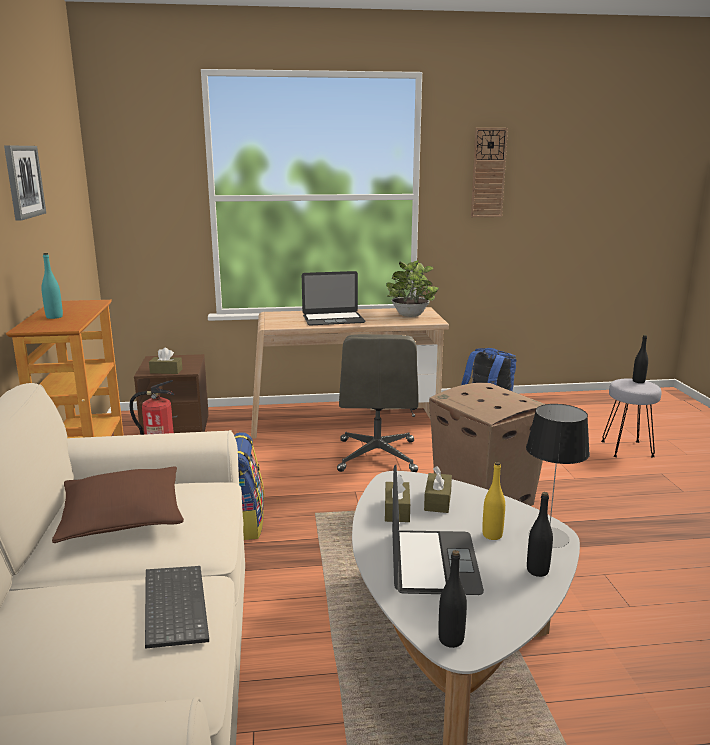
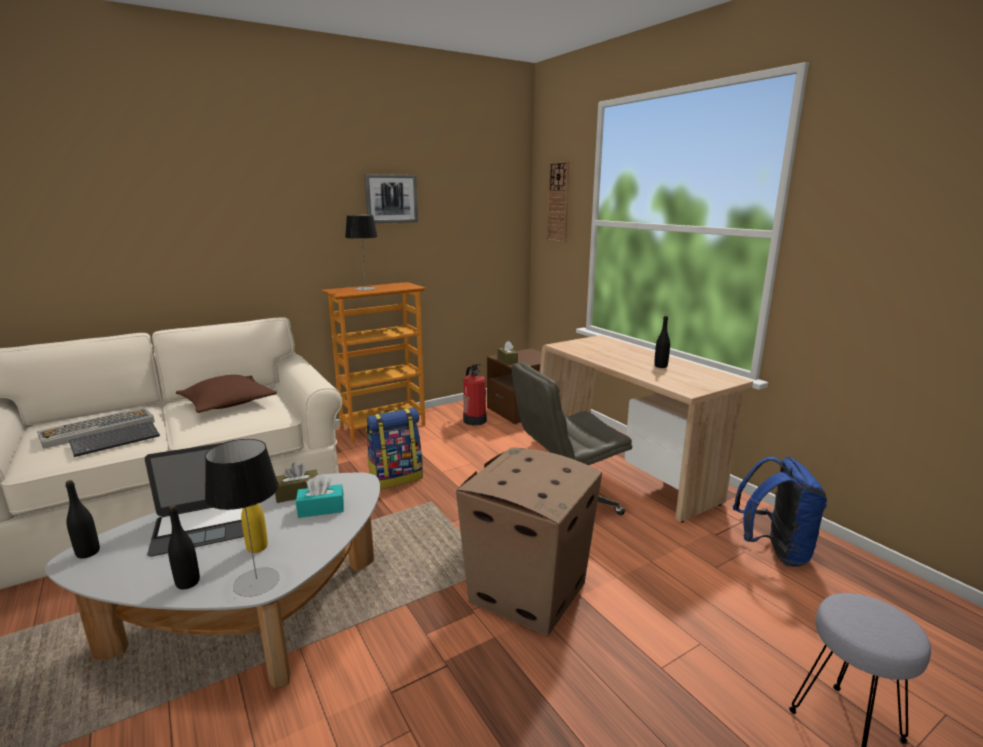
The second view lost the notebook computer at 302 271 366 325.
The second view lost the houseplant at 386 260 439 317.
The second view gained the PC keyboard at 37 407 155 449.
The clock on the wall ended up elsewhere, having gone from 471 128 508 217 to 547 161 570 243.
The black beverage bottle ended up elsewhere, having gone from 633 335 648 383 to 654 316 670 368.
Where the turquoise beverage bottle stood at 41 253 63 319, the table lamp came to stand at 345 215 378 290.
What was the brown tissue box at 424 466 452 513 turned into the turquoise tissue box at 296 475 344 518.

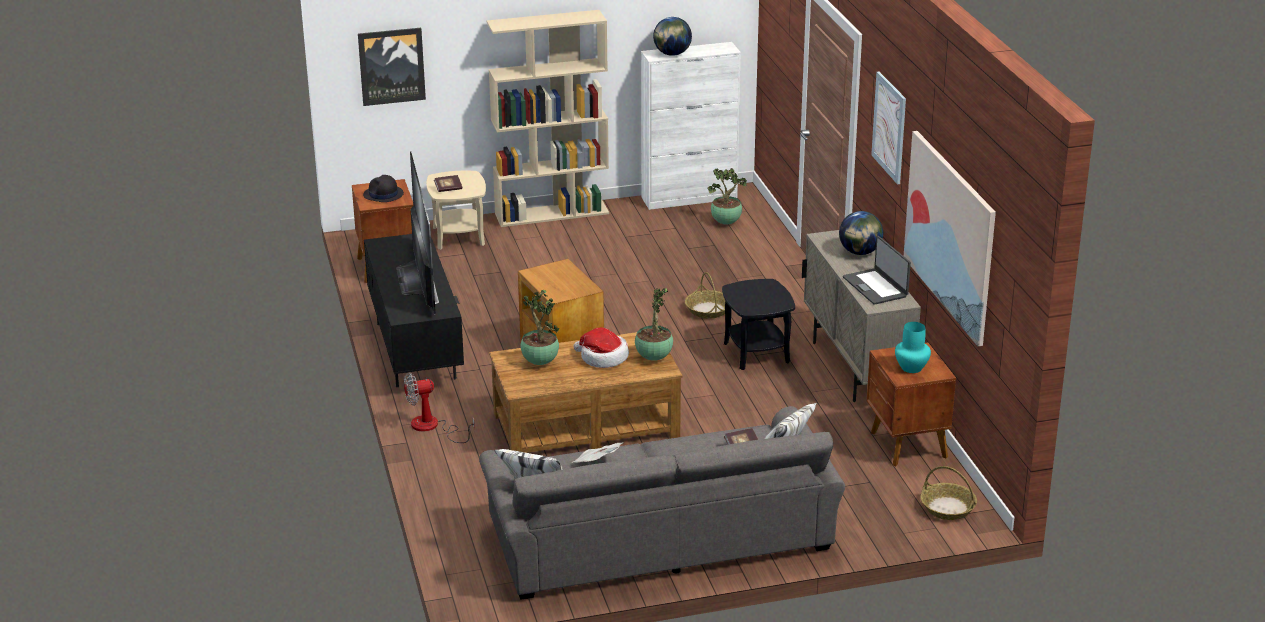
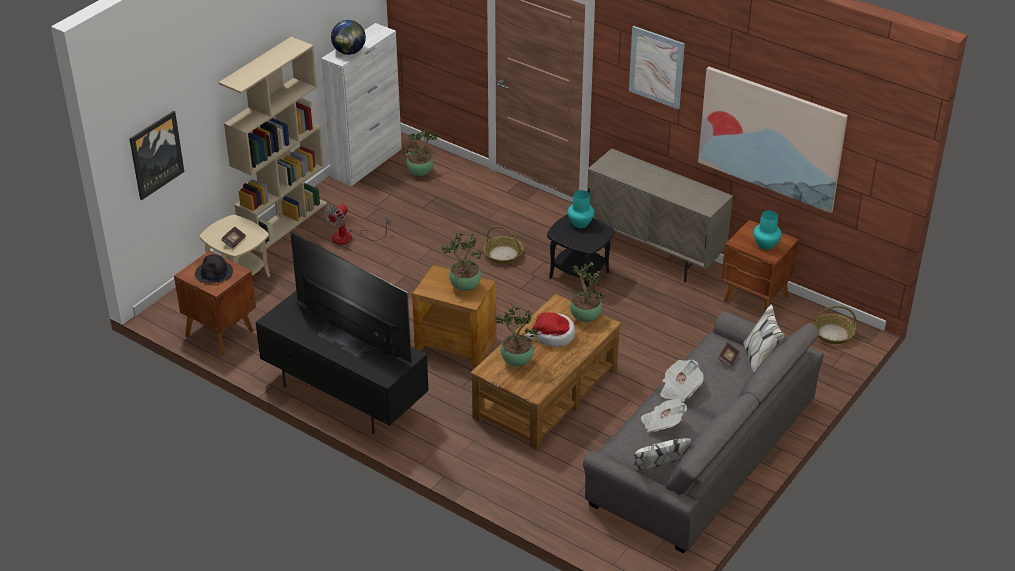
The second view lost the globe at 839 211 883 255.
The second view lost the notebook computer at 843 236 911 305.
The second view gained the houseplant at 442 232 482 291.
The second view gained the turquoise decorative vase at 568 190 594 228.
The second view gained the daily paper at 660 360 704 402.
The cooling fan ended up elsewhere, having gone from 404 373 475 443 to 324 204 391 244.

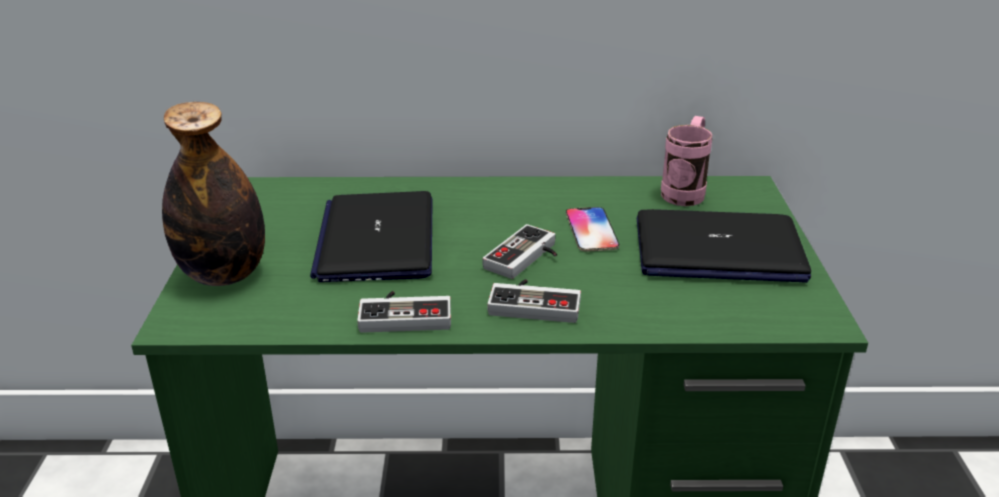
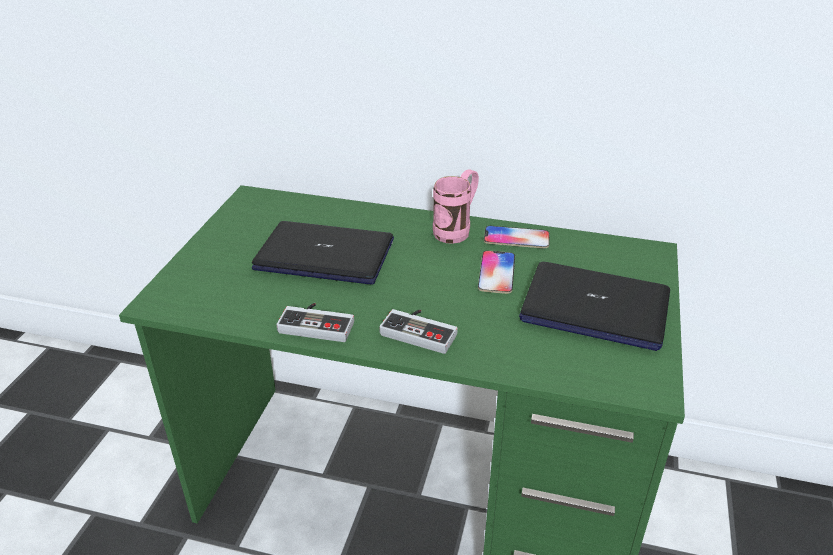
The second view lost the beverage bottle at 162 102 265 286.
The second view lost the joypad at 482 224 557 279.
The second view gained the handset at 484 226 550 248.
The pink tea mug ended up elsewhere, having gone from 661 116 712 206 to 433 169 479 244.
The notebook computer at 310 191 432 282 ended up facing another way, 90 degrees clockwise from before.

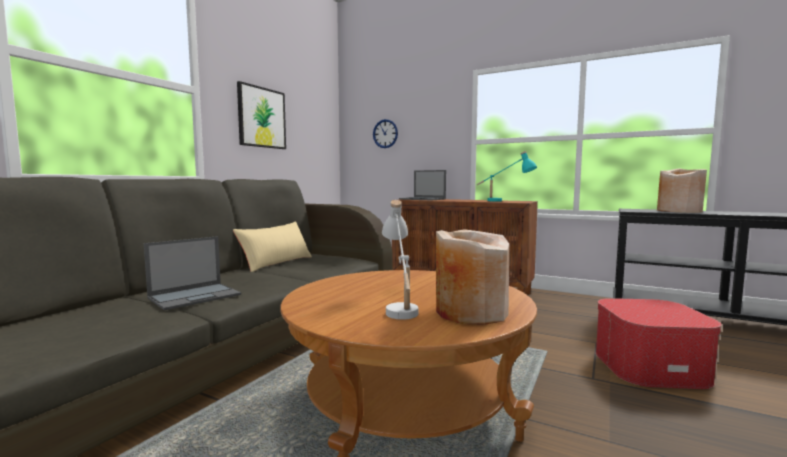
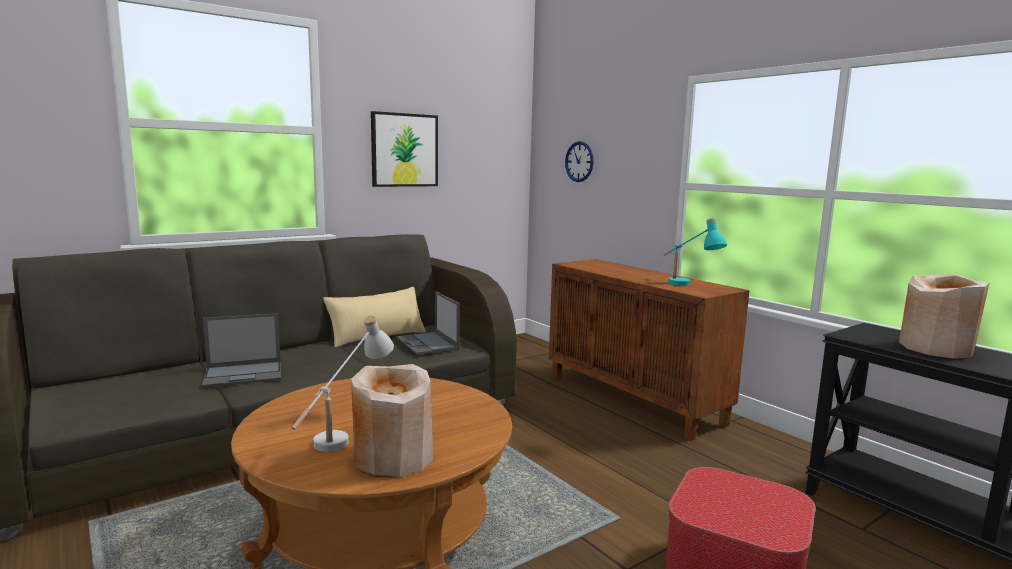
The notebook computer ended up elsewhere, having gone from 399 170 446 200 to 397 291 459 355.

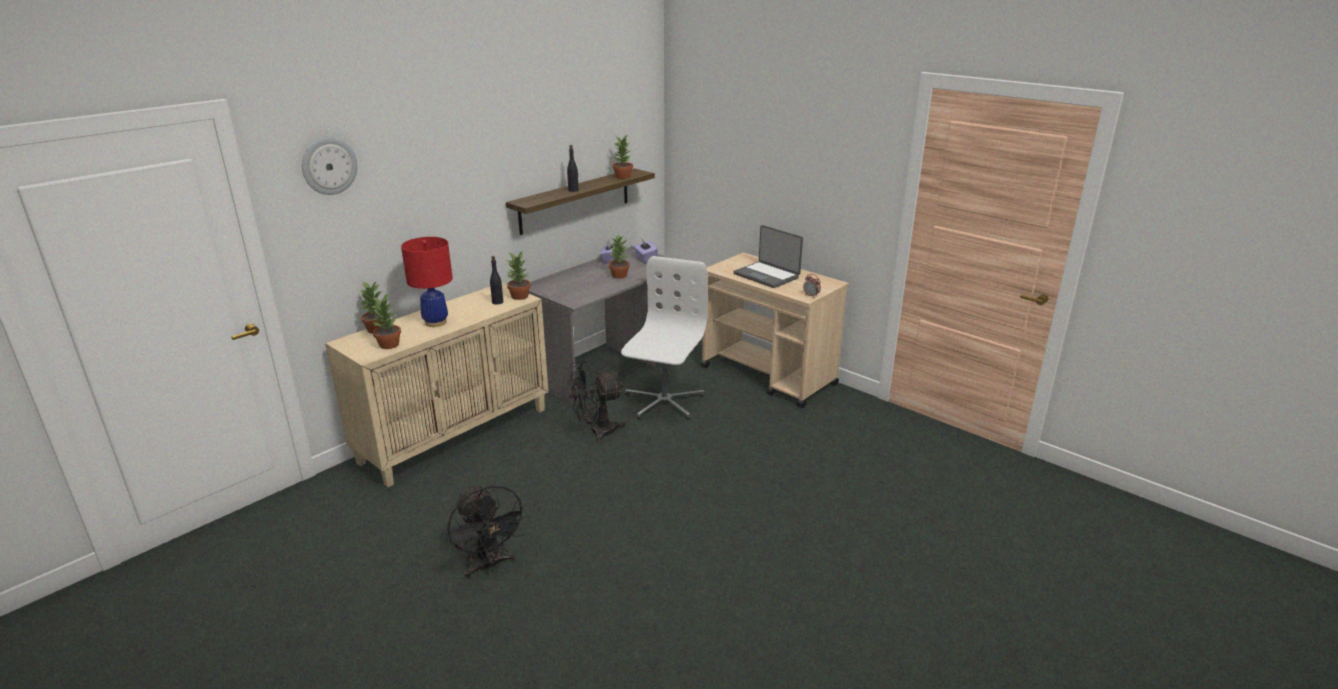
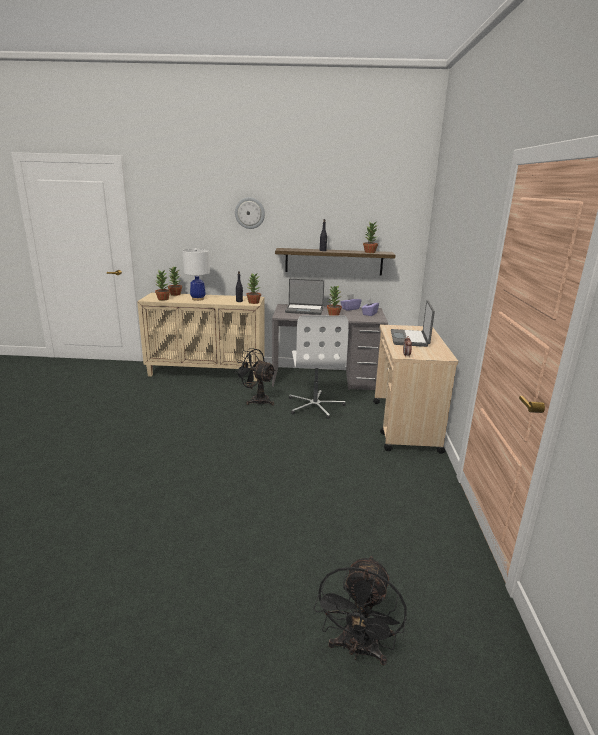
The second view gained the notebook computer at 285 279 324 315.
The clock on the wall ended up elsewhere, having gone from 302 137 358 195 to 235 197 265 229.
The black cooling fan ended up elsewhere, having gone from 447 484 528 579 to 313 555 407 665.
What was the red-coloured table lamp at 401 237 453 327 turned into the white table lamp at 182 248 210 301.
The white computer chair at 621 256 708 420 ended up facing another way, 105 degrees clockwise from before.

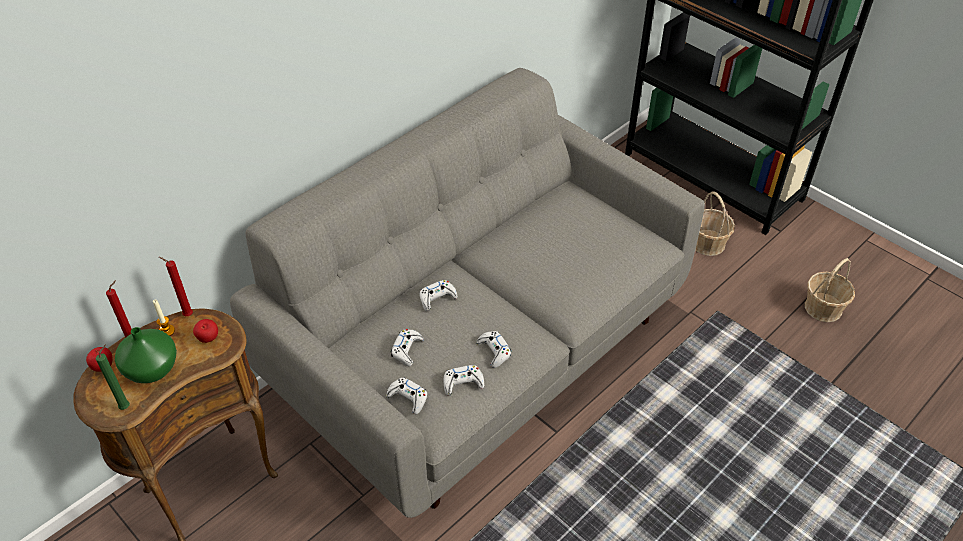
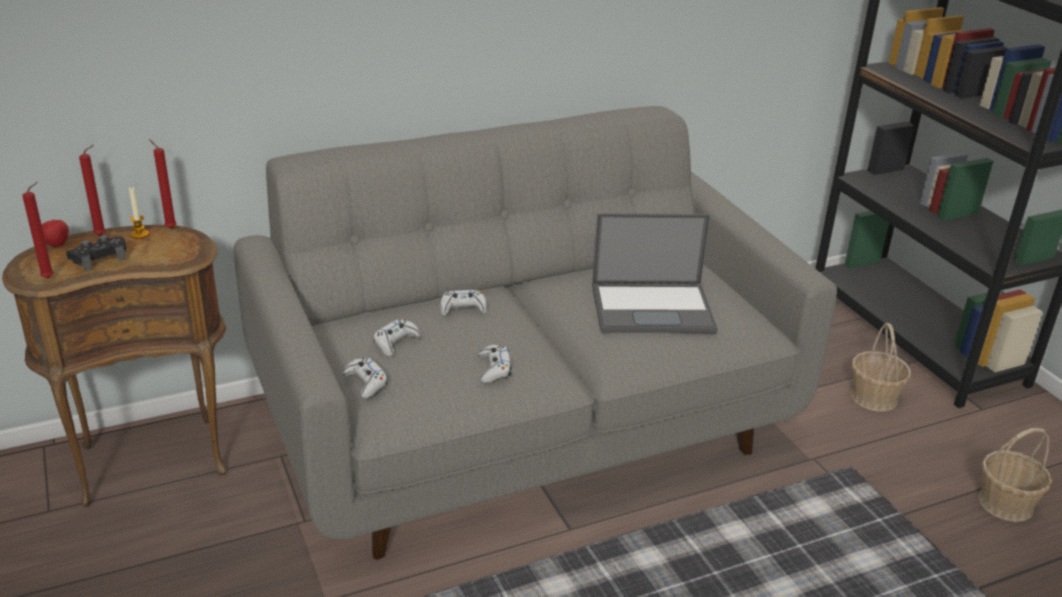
The second view lost the whole apple at 193 319 218 343.
The second view lost the white joypad at 443 365 484 396.
The second view gained the notebook computer at 592 213 717 333.
Where the green-coloured decorative vase stood at 115 327 177 383, the black joypad came to stand at 66 235 126 271.
What was the green-coloured wax light at 96 344 130 410 turned into the red-coloured wax light at 22 182 54 278.

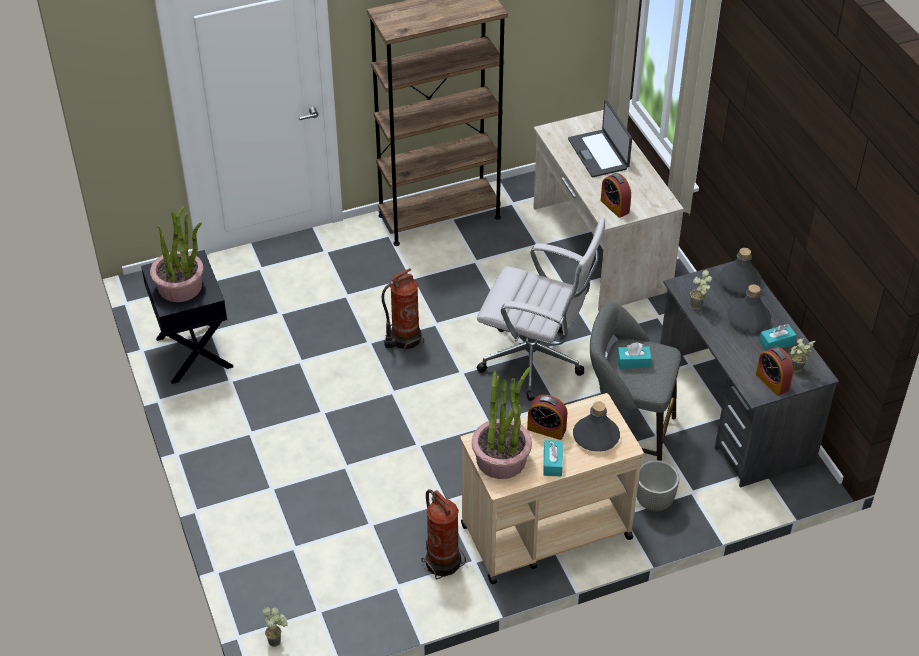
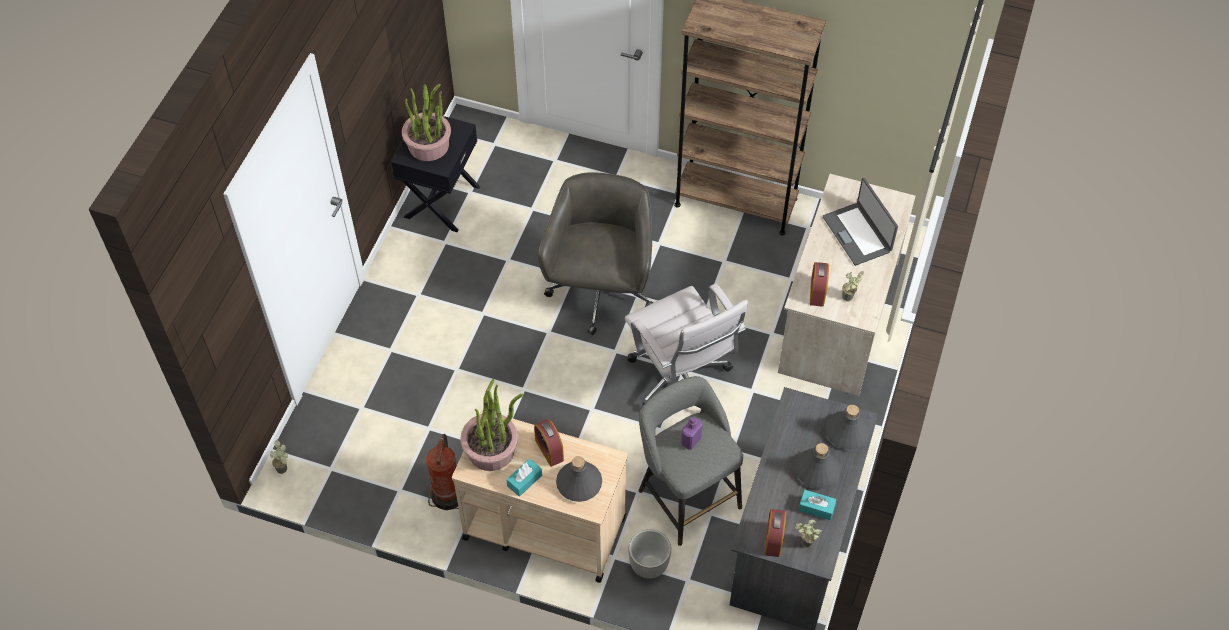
The houseplant ended up elsewhere, having gone from 690 270 712 309 to 842 271 864 301.
Where the extinguisher stood at 382 268 424 351, the gray computer chair came to stand at 538 172 653 335.
Where the turquoise tissue box stood at 617 342 652 369, the purple beverage bottle came to stand at 681 417 703 450.
The notebook computer at 568 100 632 177 ended up facing another way, 45 degrees counterclockwise from before.

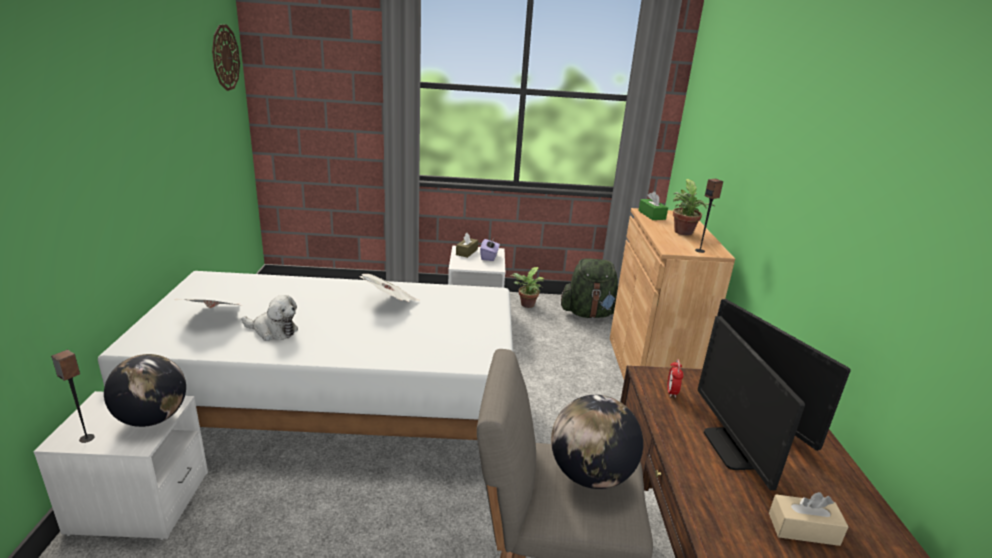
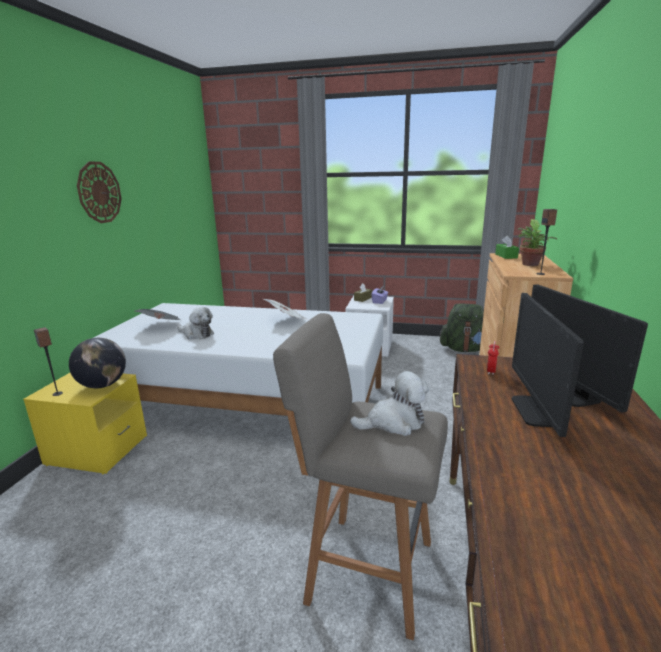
The second view lost the houseplant at 510 267 544 308.
The second view lost the beige-coloured tissue box at 769 492 849 546.
The clock on the wall ended up elsewhere, having gone from 212 24 240 91 to 77 162 122 223.
Where the globe stood at 551 395 643 489, the soft toy came to stand at 350 371 429 436.
What was the white bedside table at 33 391 208 540 turned into the yellow bedside table at 23 373 147 475.

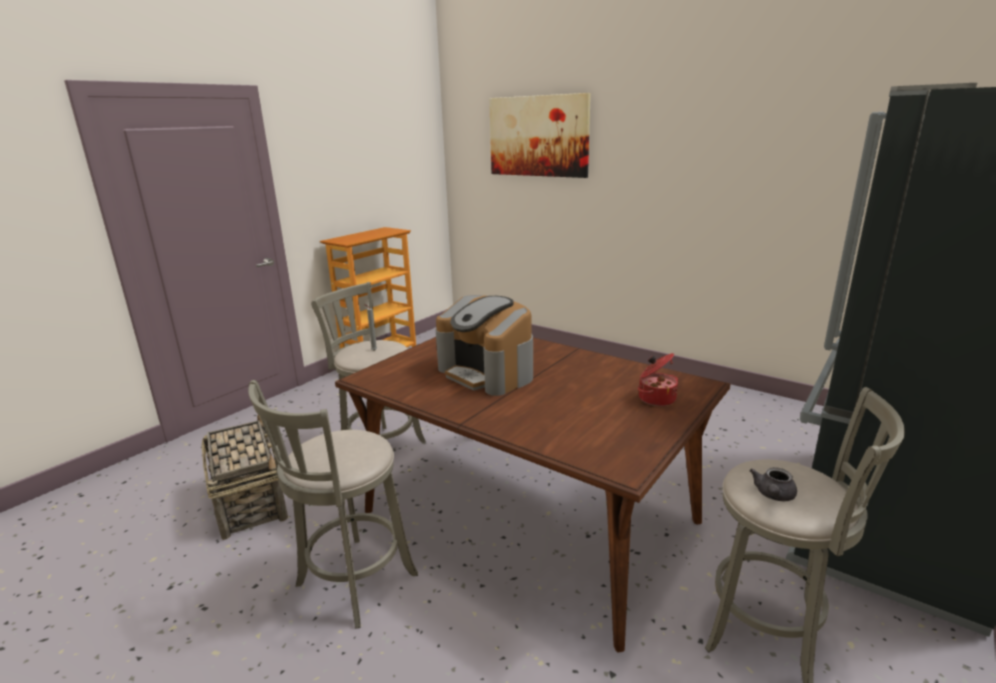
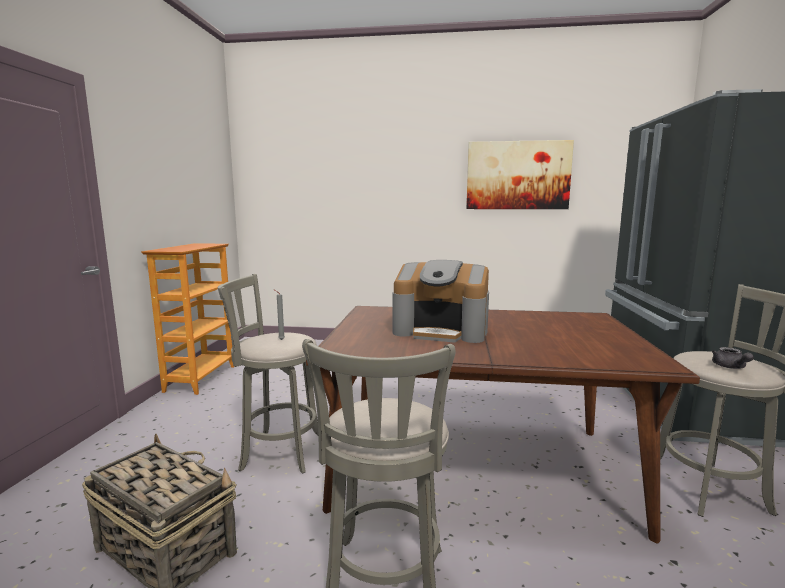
The second view lost the cooking pot at 638 353 678 406.
The picture ended up elsewhere, having gone from 489 93 591 178 to 466 140 574 209.

